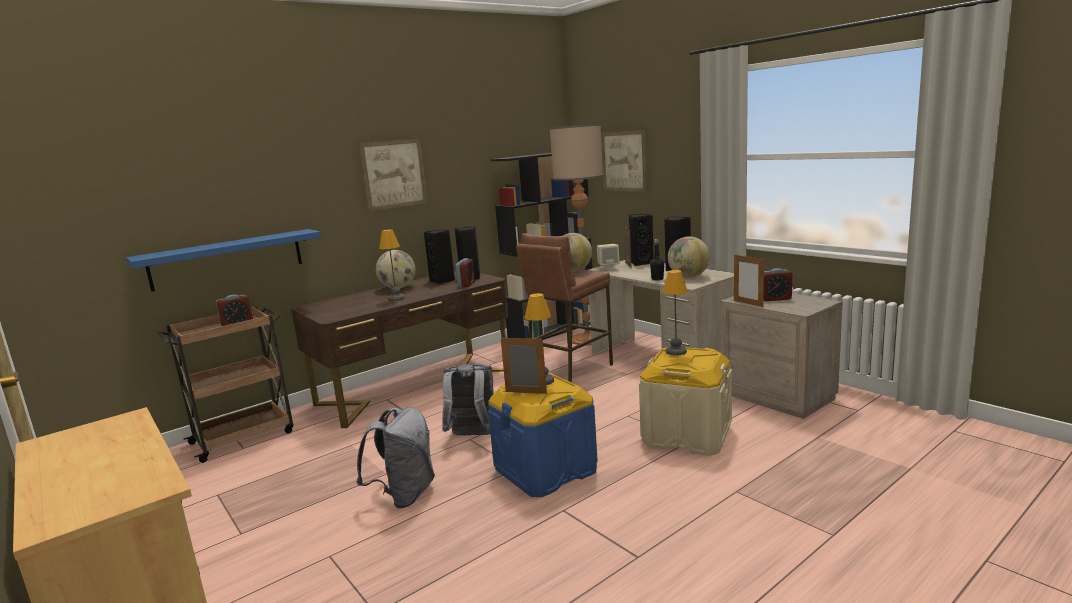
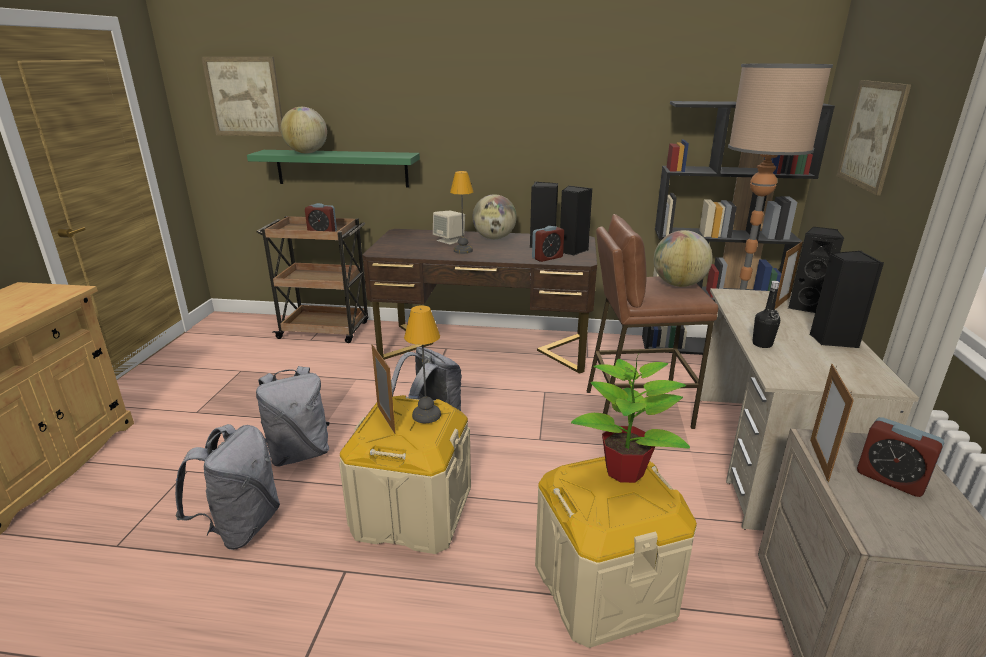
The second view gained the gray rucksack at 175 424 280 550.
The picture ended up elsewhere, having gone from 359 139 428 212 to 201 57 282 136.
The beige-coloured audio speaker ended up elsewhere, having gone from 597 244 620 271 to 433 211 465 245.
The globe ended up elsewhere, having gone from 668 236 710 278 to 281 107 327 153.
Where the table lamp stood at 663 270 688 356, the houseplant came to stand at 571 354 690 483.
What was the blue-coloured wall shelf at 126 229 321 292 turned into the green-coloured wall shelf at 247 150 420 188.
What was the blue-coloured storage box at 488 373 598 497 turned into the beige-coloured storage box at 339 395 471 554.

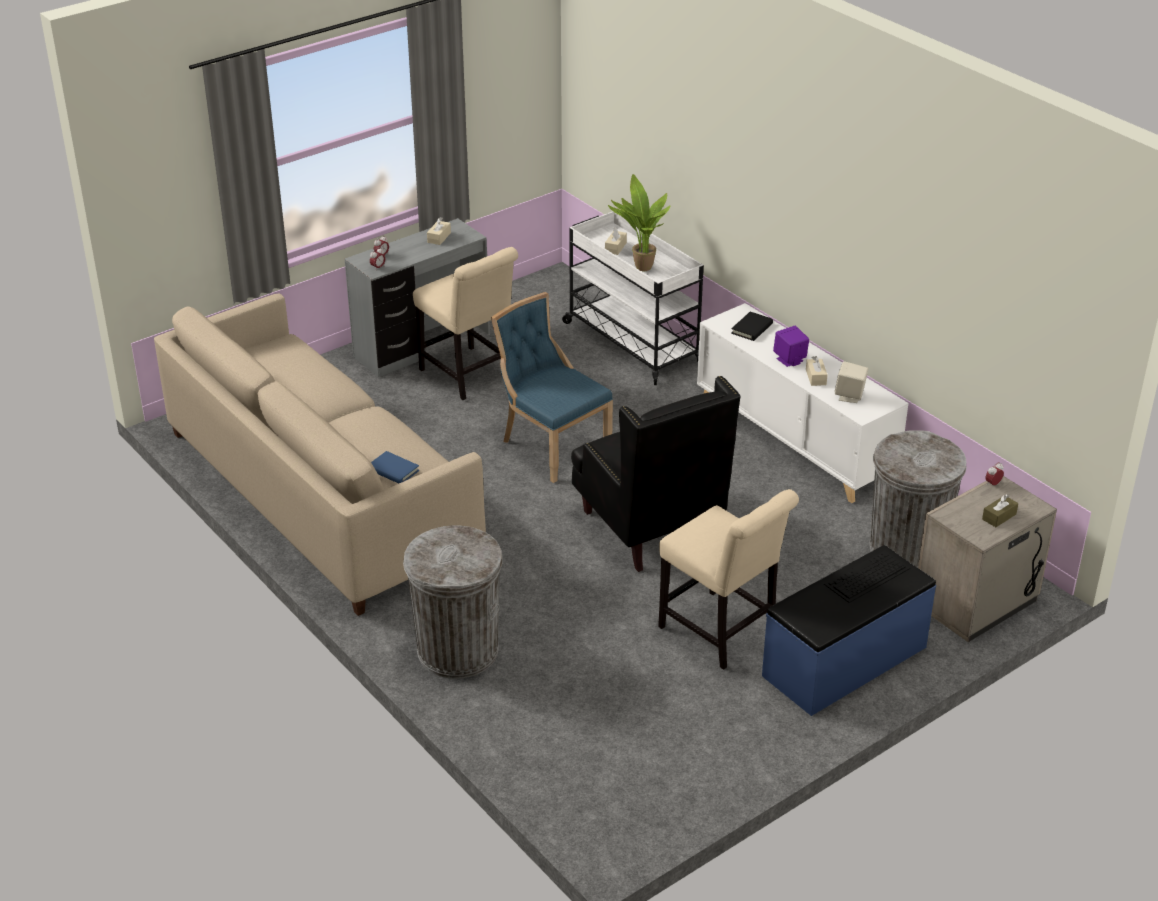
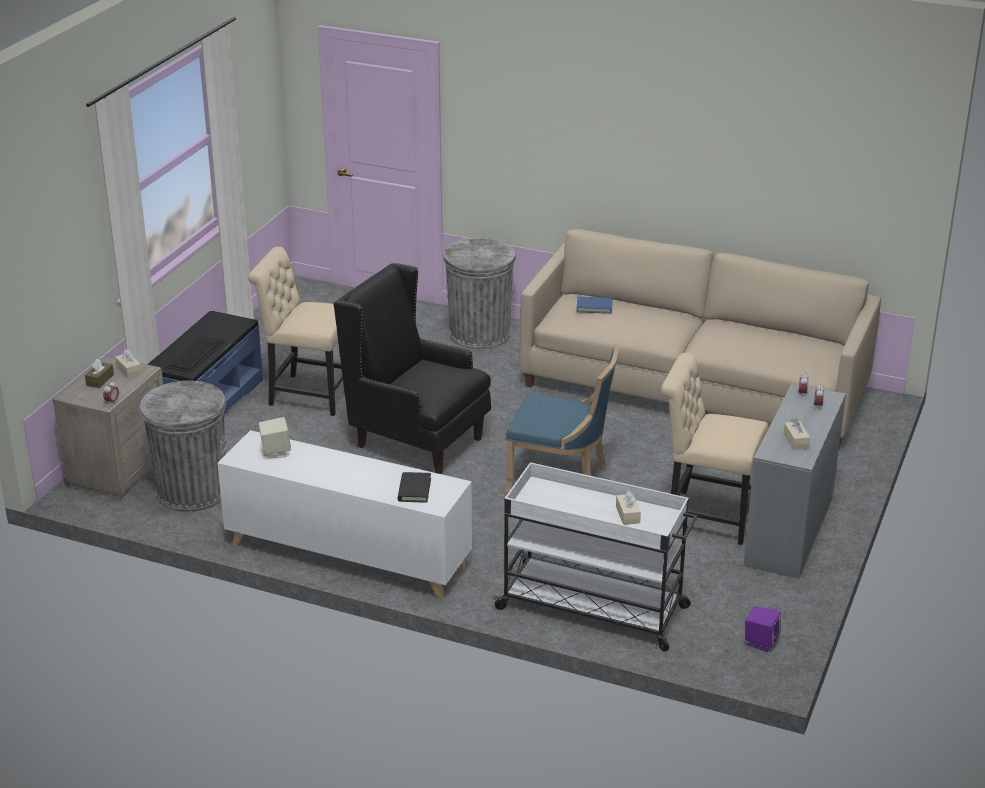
The second view lost the houseplant at 608 174 671 271.
The purple audio speaker ended up elsewhere, having gone from 773 325 809 367 to 745 606 781 652.
The beige-coloured tissue box ended up elsewhere, having gone from 806 356 828 386 to 115 349 142 378.

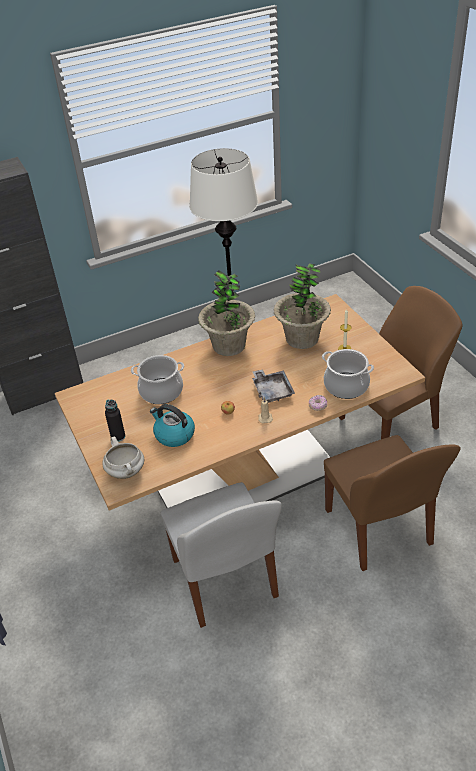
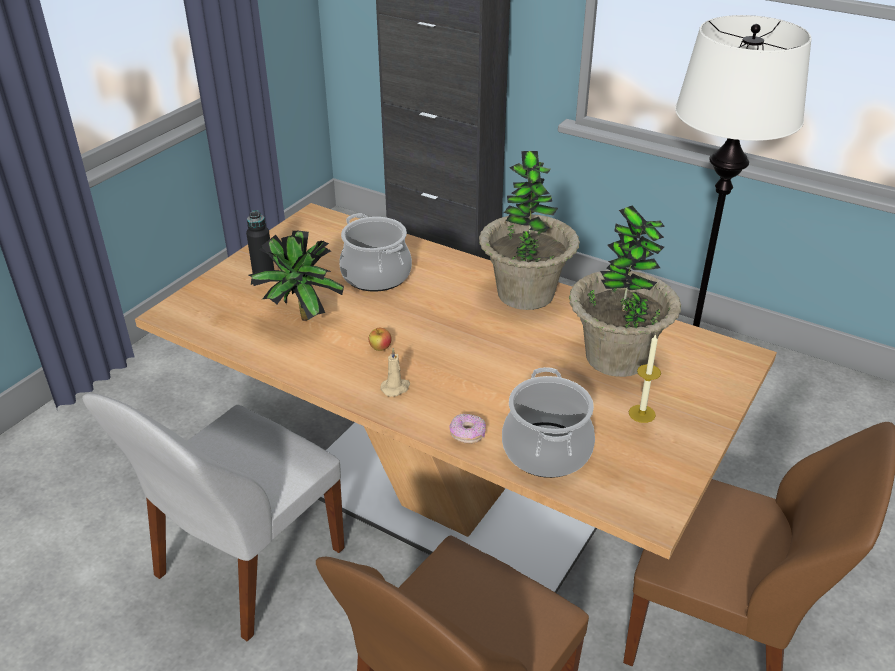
The second view lost the white cooking pot at 102 437 145 479.
The second view lost the gray carrying tray at 252 369 295 403.
Where the tea kettle stood at 150 404 195 447, the houseplant came to stand at 249 231 344 321.

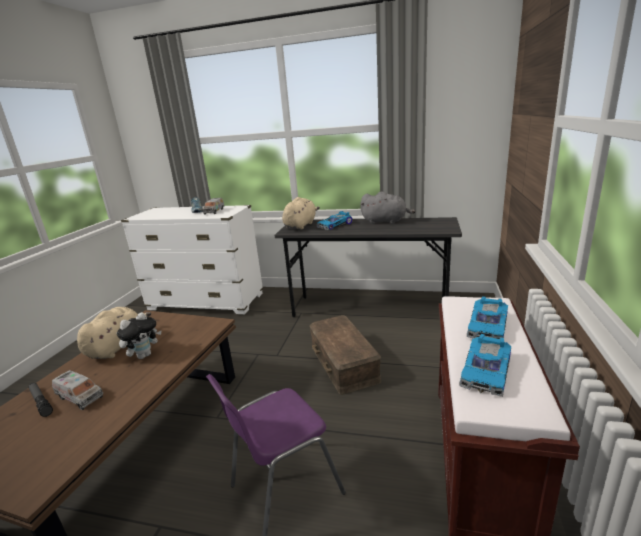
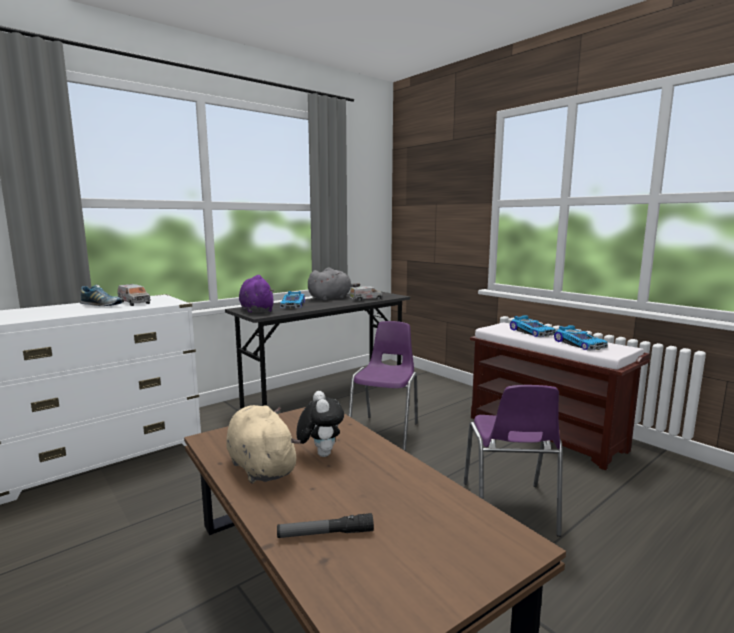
The model truck ended up elsewhere, having gone from 52 370 103 410 to 350 286 383 301.
Where the brown storage box stood at 310 315 381 395, the purple chair came to stand at 348 321 418 451.
What was the beige-coloured soft toy at 282 197 320 230 turned into the purple soft toy at 239 275 275 313.

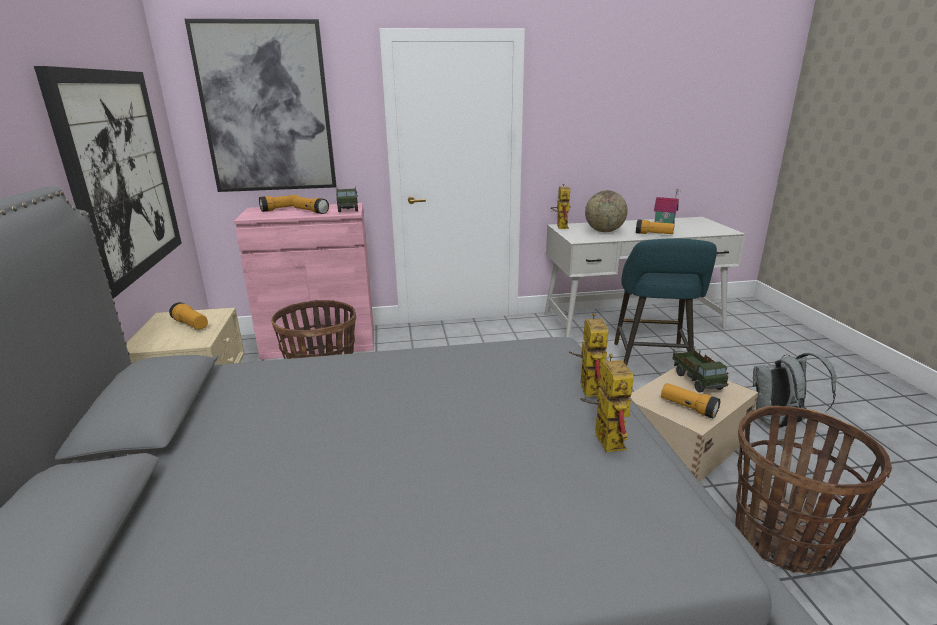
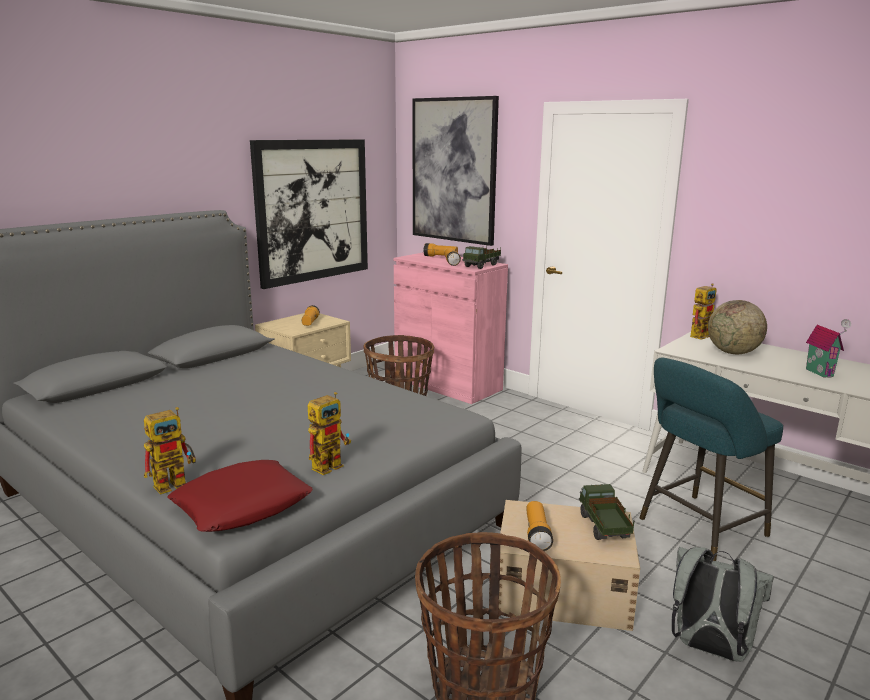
The second view lost the hand torch at 636 219 675 234.
The second view gained the red-coloured throw pillow at 167 460 313 532.
The model robot ended up elsewhere, having gone from 569 313 608 397 to 144 407 196 495.
The model truck at 672 347 729 392 ended up facing another way, 135 degrees clockwise from before.

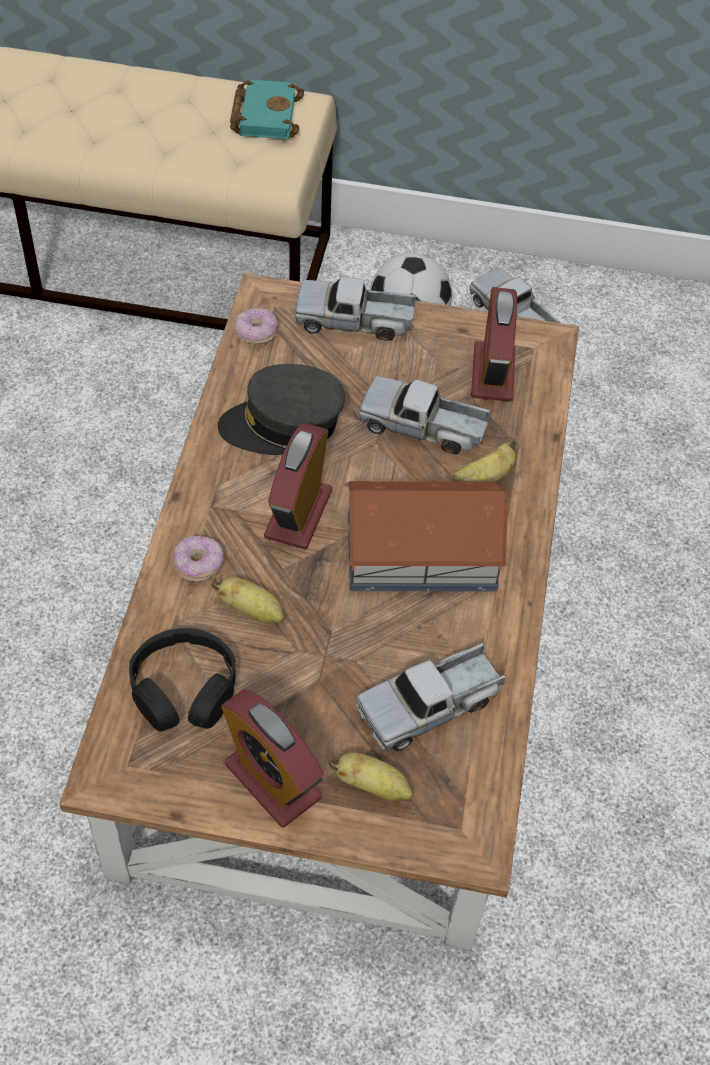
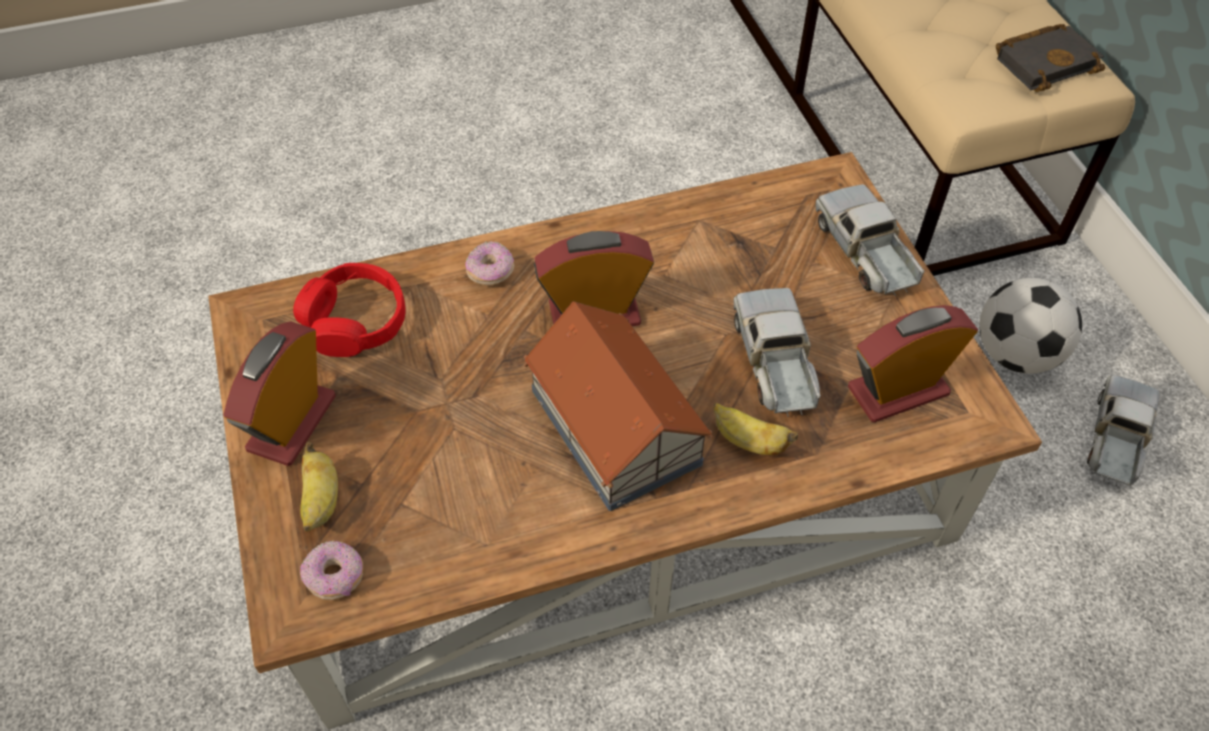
The second view lost the banana at 212 577 284 624.
The second view lost the gray cap at 218 364 345 455.
The second view lost the model truck at 356 643 506 751.
The doughnut ended up elsewhere, having gone from 234 308 278 344 to 300 540 363 600.
What was the black headset at 129 628 236 732 turned into the red-coloured headset at 293 263 406 357.
What was the turquoise bound book at 230 80 304 139 turned into the black bound book at 996 24 1105 92.

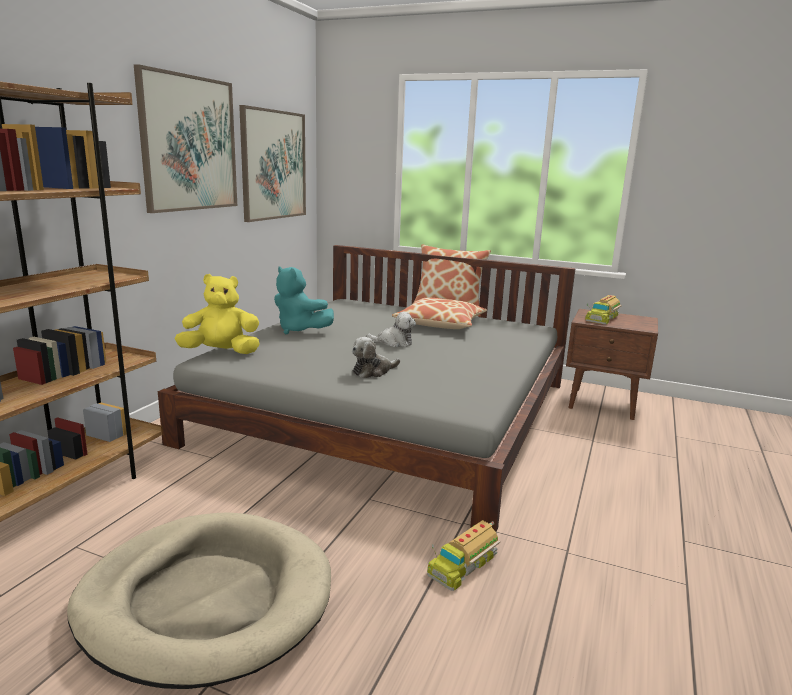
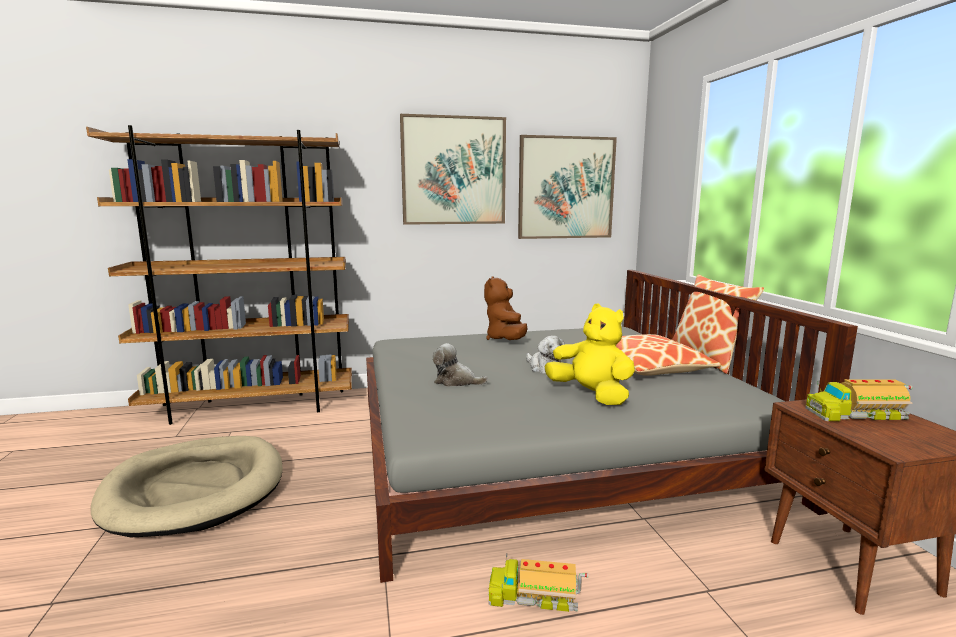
The yellow soft toy ended up elsewhere, having gone from 174 274 260 354 to 545 303 635 405.
The model truck ended up elsewhere, having gone from 427 520 500 591 to 488 554 588 612.
What was the turquoise soft toy at 274 266 334 335 turned into the brown soft toy at 484 276 528 340.

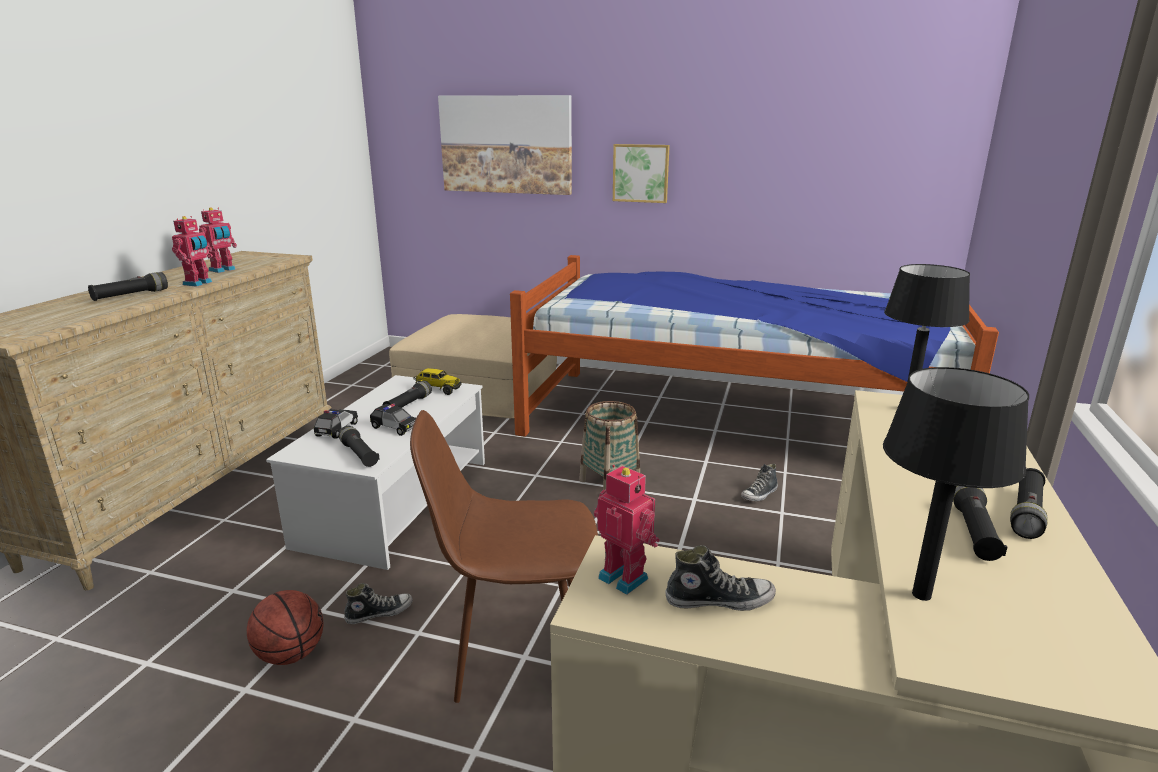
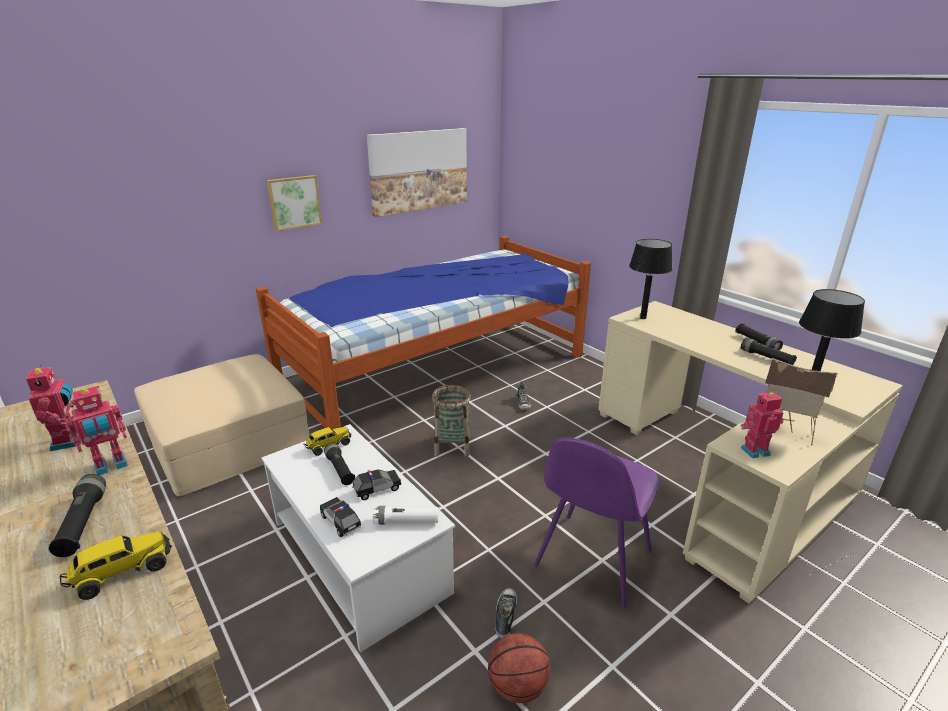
The second view gained the model truck at 60 531 172 600.
The picture ended up elsewhere, having gone from 438 95 572 195 to 366 128 467 217.
Where the item of footwear stood at 665 545 776 611, the toy house came to stand at 765 358 838 446.
What was the black hand torch at 338 426 380 467 turned into the white hand torch at 373 506 439 525.
What was the brown chair at 410 410 598 703 turned into the purple chair at 534 437 659 608.
The model robot at 172 216 213 287 ended up facing another way, 90 degrees clockwise from before.

